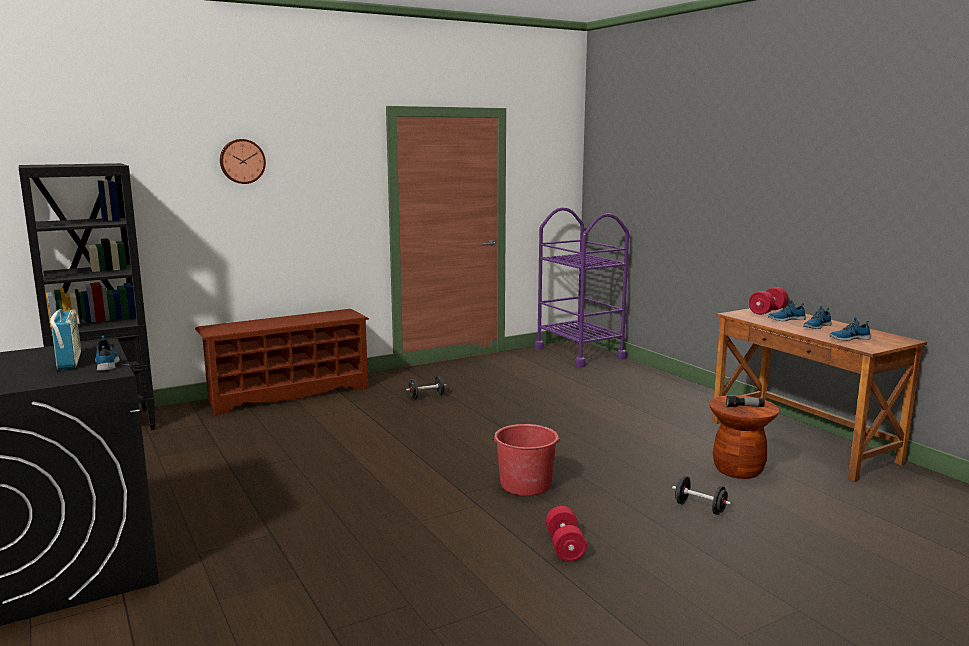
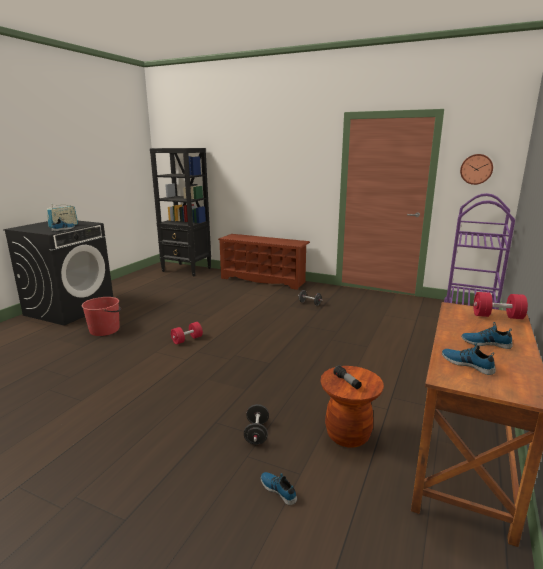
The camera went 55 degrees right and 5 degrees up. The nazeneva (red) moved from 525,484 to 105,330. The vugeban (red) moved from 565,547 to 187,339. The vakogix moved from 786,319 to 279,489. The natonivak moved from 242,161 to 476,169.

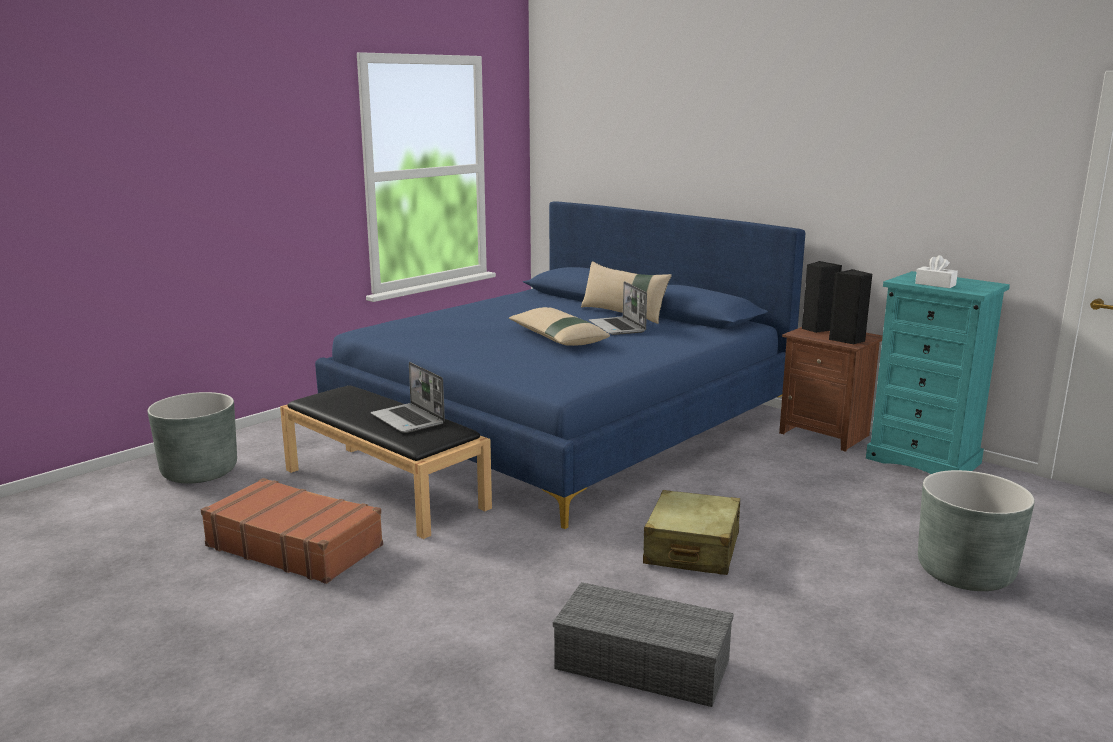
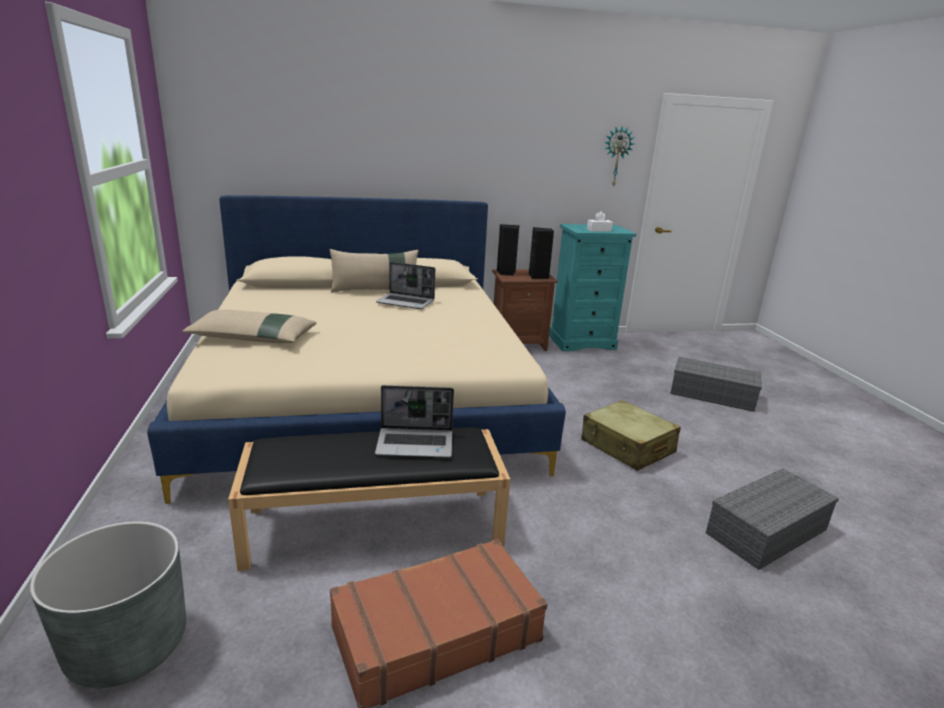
The camera went 55 degrees left and 5 degrees up. The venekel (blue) at 561,420 became the venekel (beige) at 366,397. The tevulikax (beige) moved from 557,338 to 252,338. The natonivak at 616,156 appeared. The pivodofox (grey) at 965,572 was replaced by the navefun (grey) at 713,394.

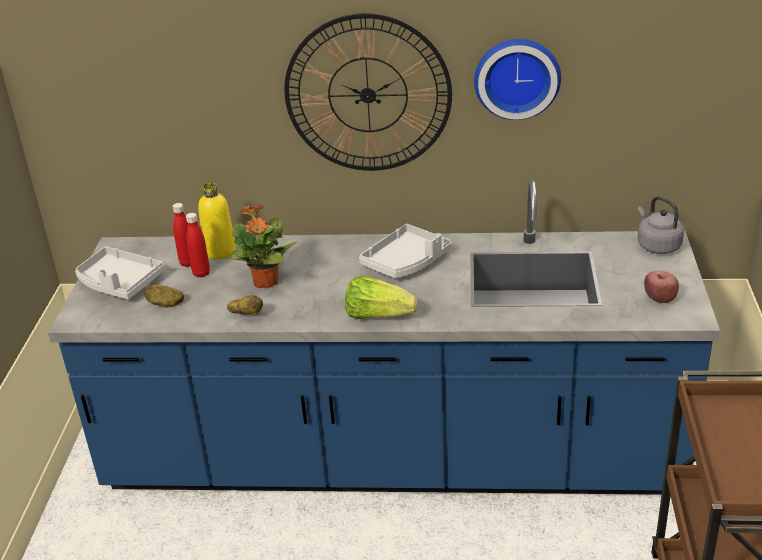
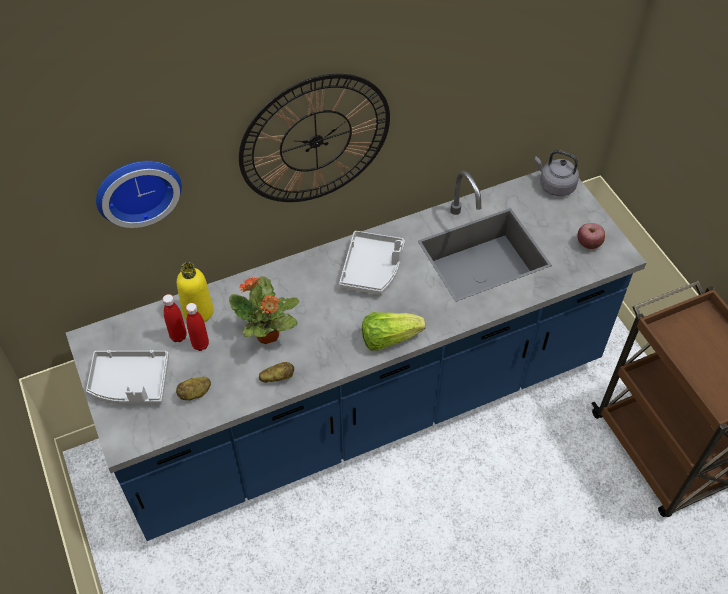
The camera went 30 degrees left and 20 degrees up. The natonivak moved from 517,77 to 137,188.

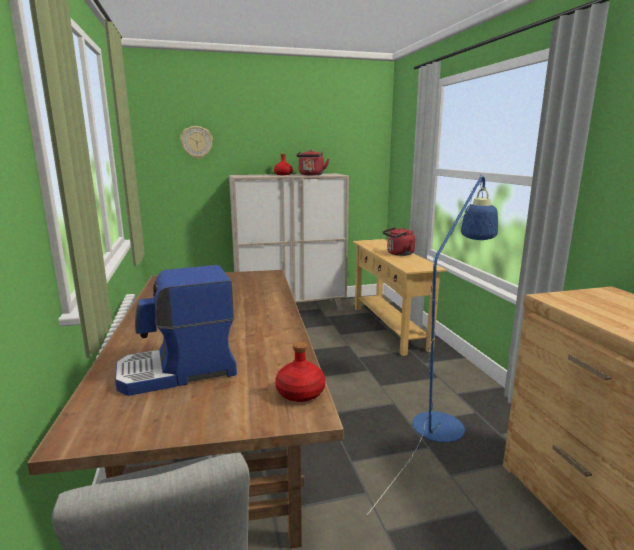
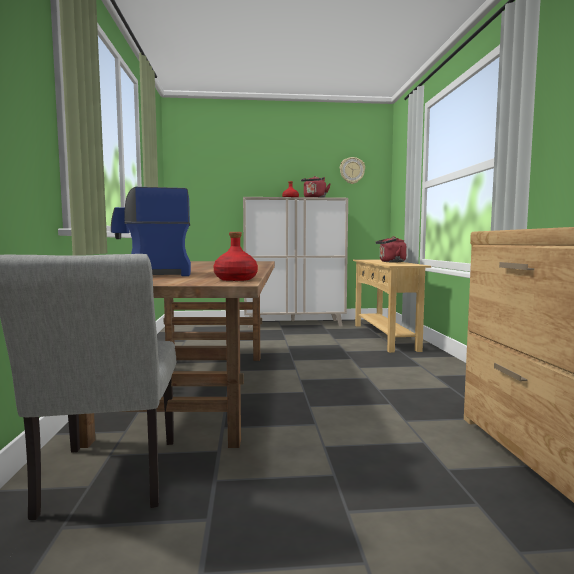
The camera went 10 degrees right and 10 degrees down. The natonivak moved from 196,142 to 352,170. The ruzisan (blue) at 443,419 disappeared.

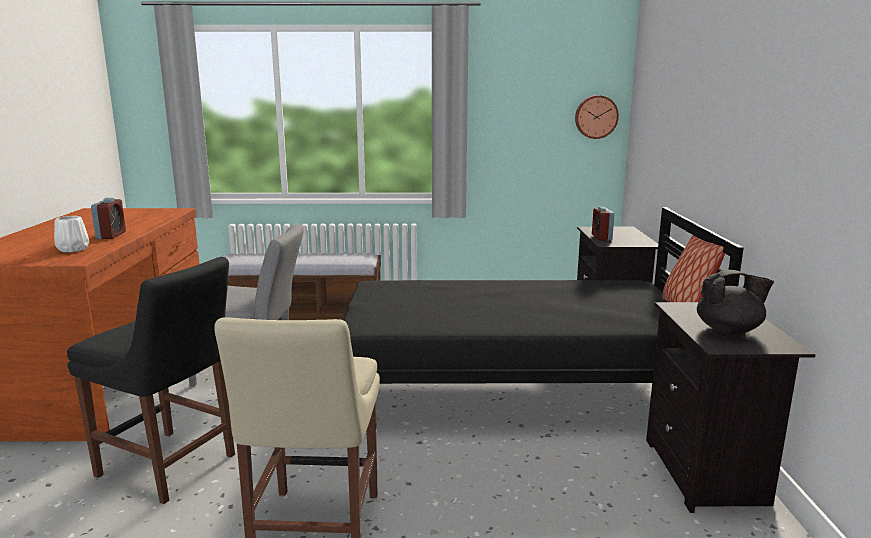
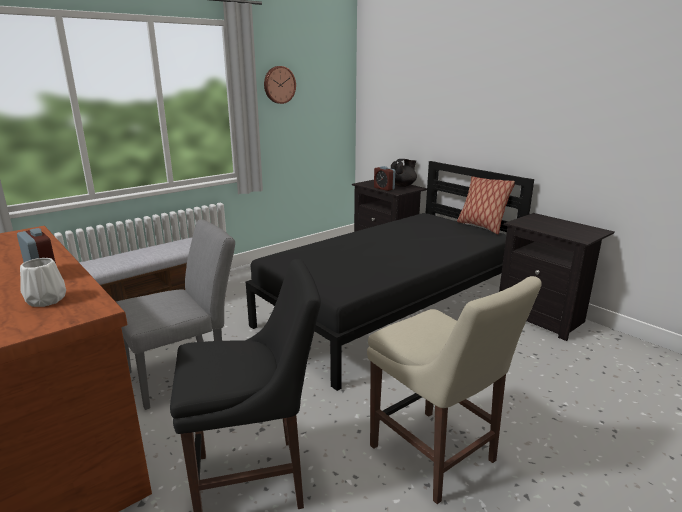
The camera went 40 degrees left and 5 degrees up. The natonivak moved from 596,117 to 279,85. The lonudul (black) moved from 729,330 to 402,185.

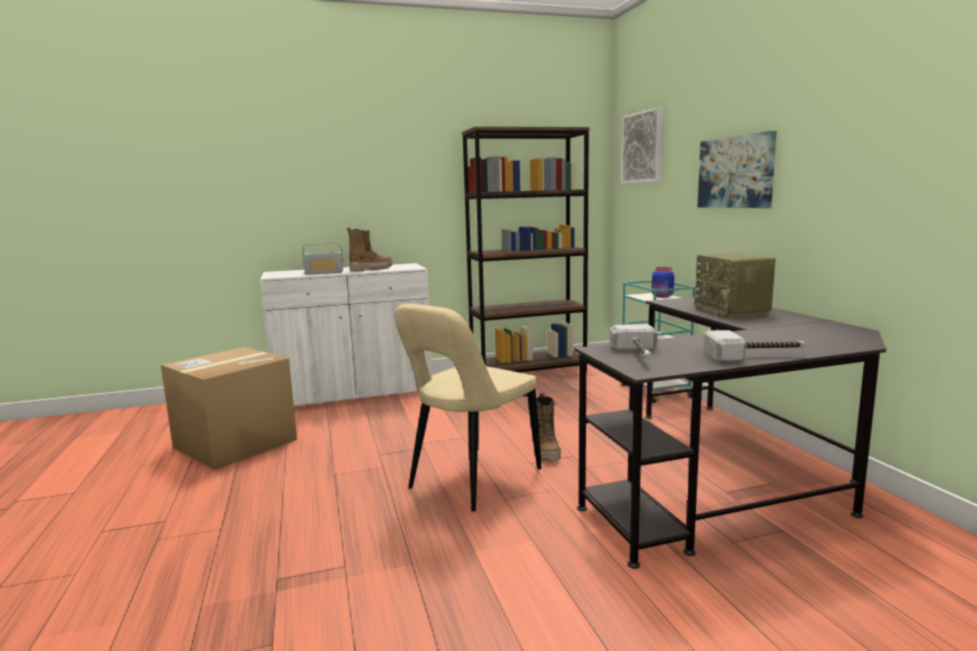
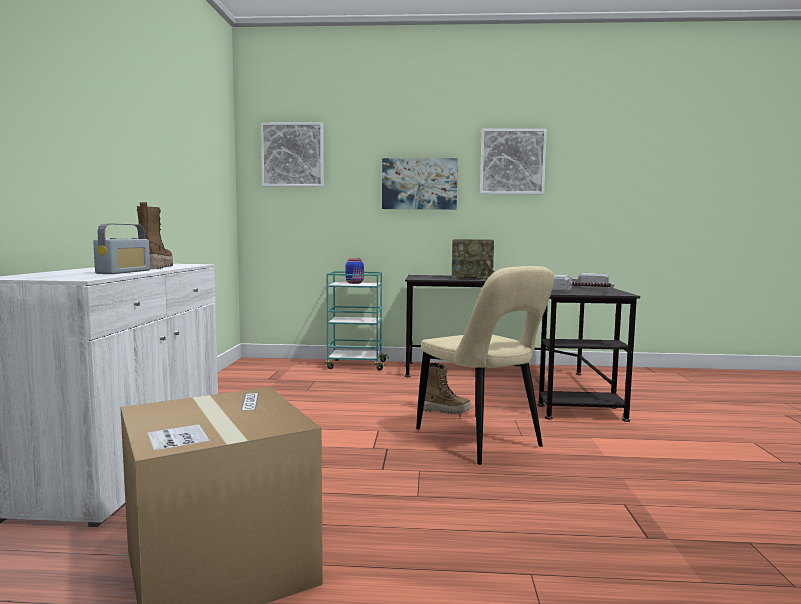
The camera went 70 degrees left and 5 degrees down. The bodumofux at 512,162 appeared. The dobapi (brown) at 528,371 disappeared.

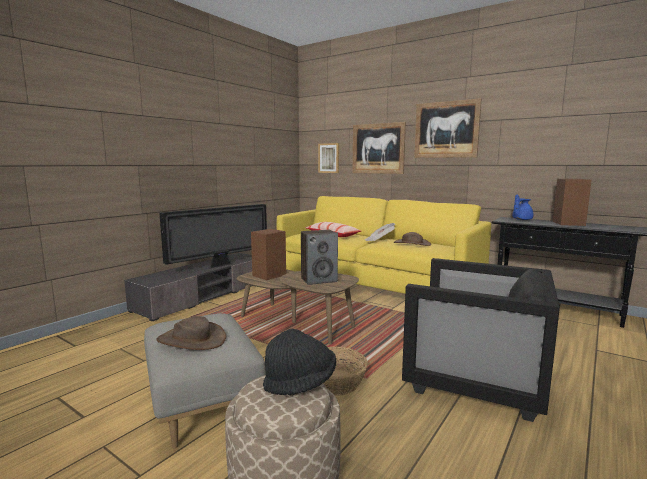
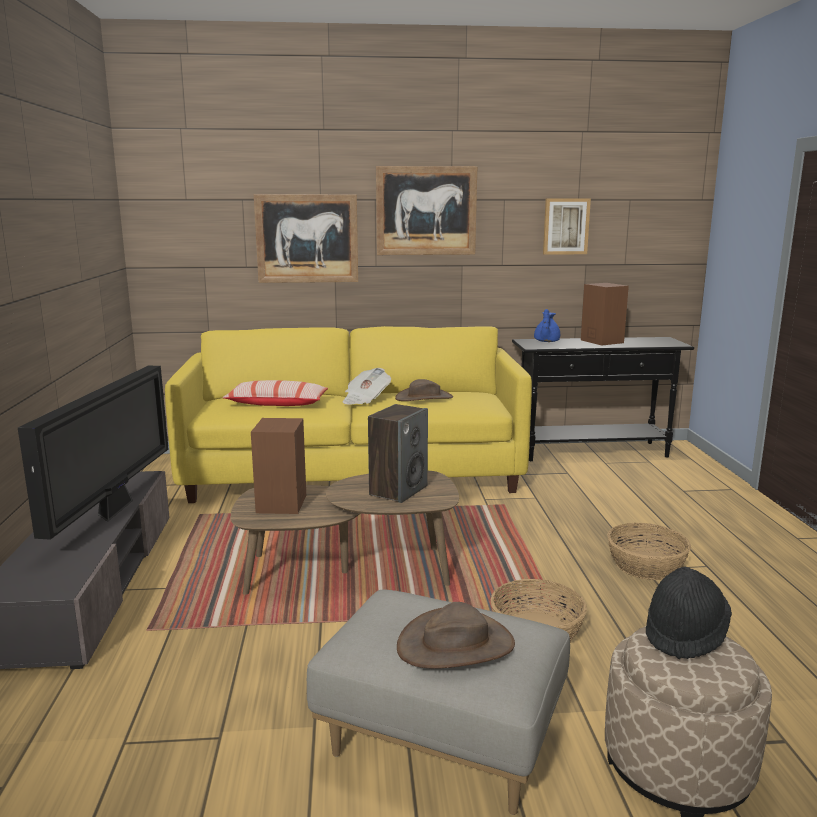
The camera went 40 degrees left and 5 degrees up. The bodumofux moved from 329,158 to 565,226. The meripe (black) at 473,379 was replaced by the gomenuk at 646,565.

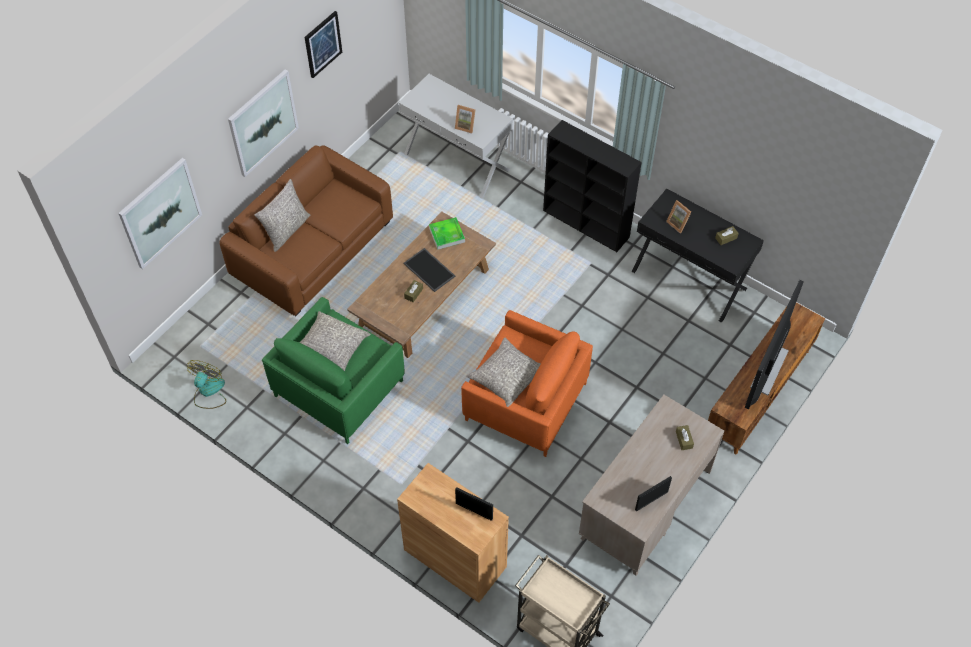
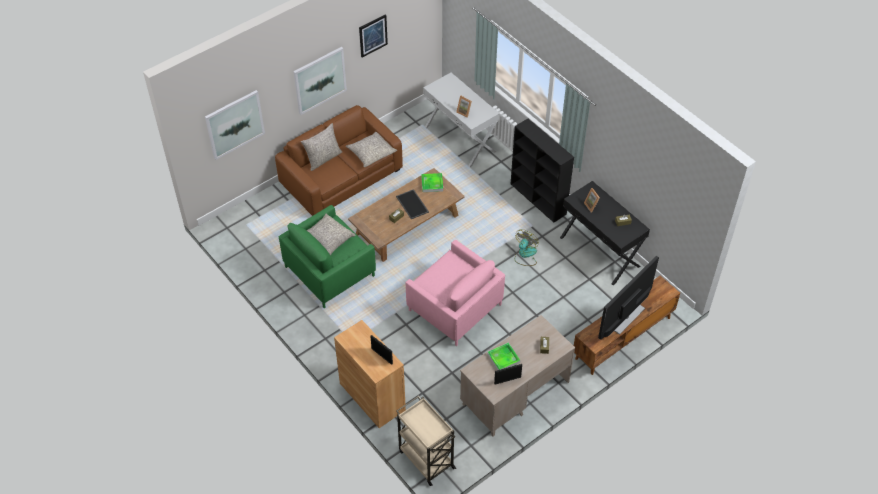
The camera went 15 degrees right and 5 degrees down. The tevulikax (grey) moved from 506,376 to 371,153. The meripe (orange) at 525,402 became the meripe (pink) at 454,307. The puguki at 503,358 appeared. The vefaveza moved from 208,392 to 525,255.

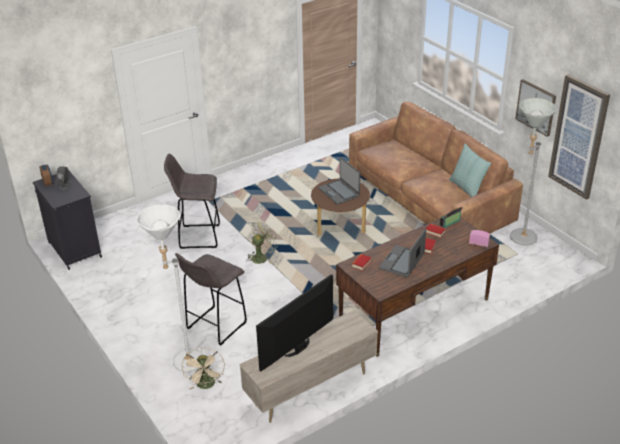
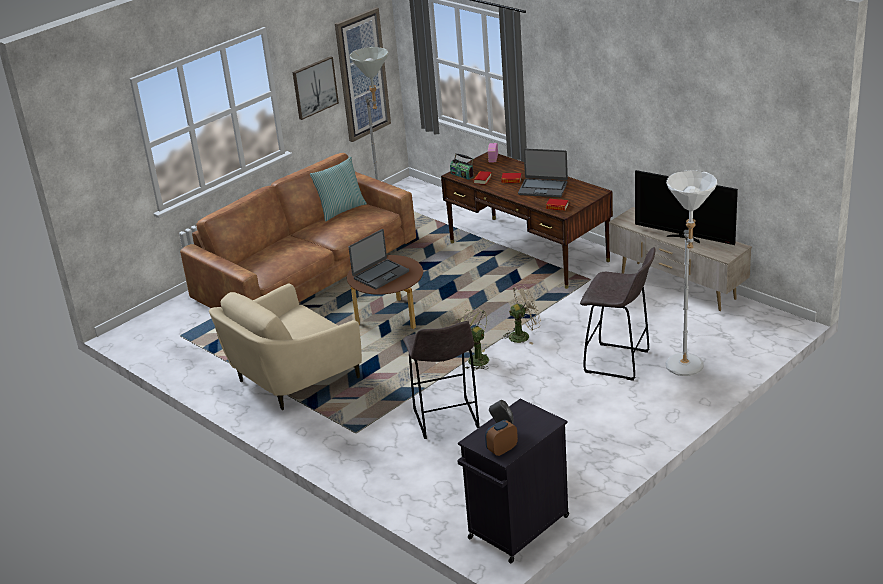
The camera went 100 degrees left and 5 degrees down. The meripe (beige) at 291,379 appeared. The vefaveza (beige) moved from 206,385 to 523,335.

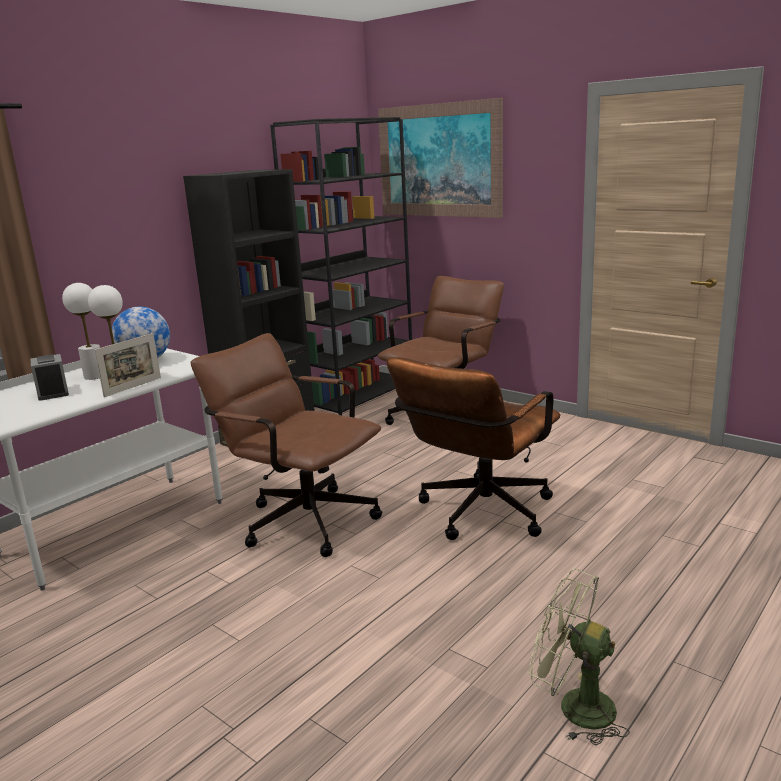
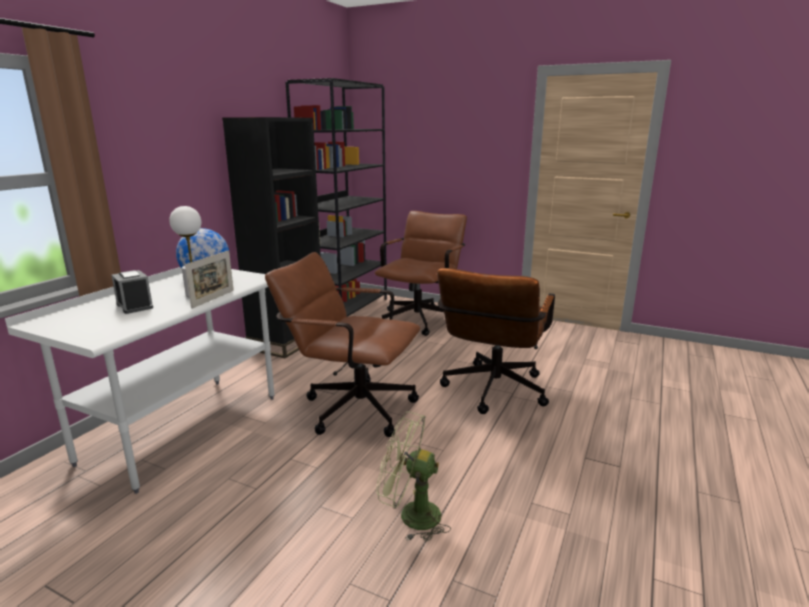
The camera went 15 degrees left and 0 degrees up. The vefaveza (green) moved from 574,707 to 410,515. The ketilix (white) at 94,376 disappeared. The bodumofux at 438,161 disappeared.

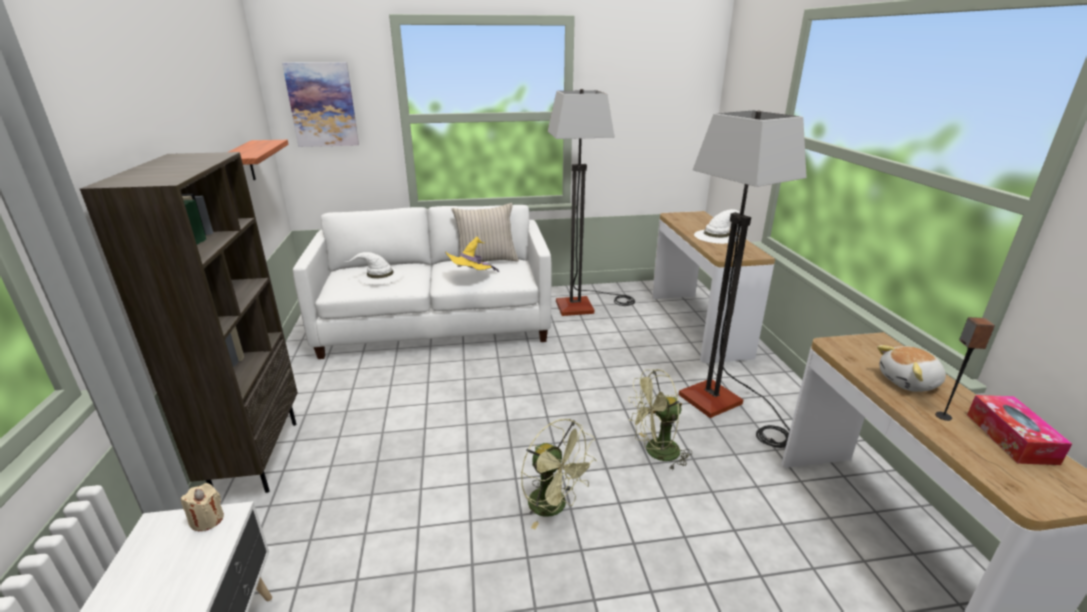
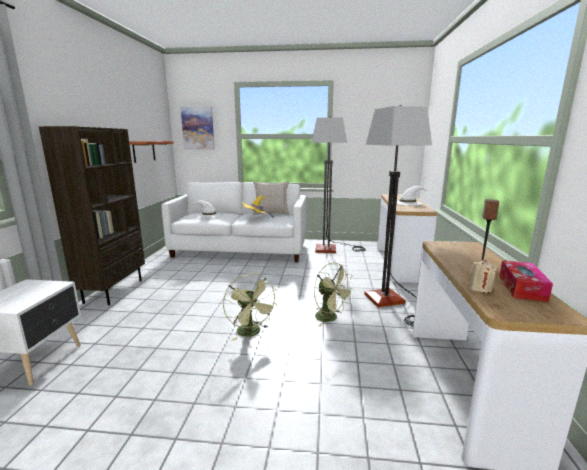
The camera went 15 degrees right and 10 degrees down. The vefaveza (green) at 655,452 turned 135 degrees counterclockwise. The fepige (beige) moved from 207,520 to 480,288. The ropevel at 909,382 disappeared.

